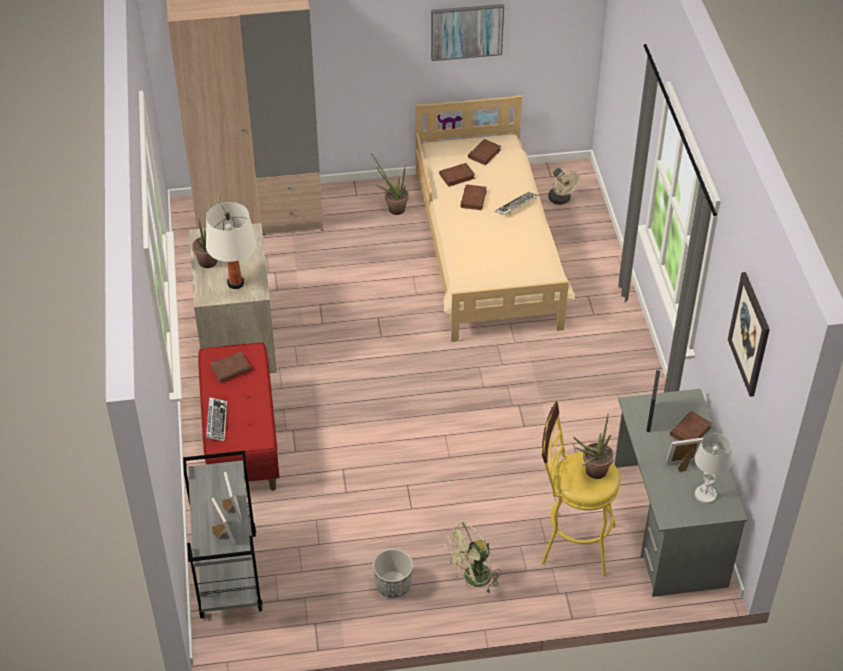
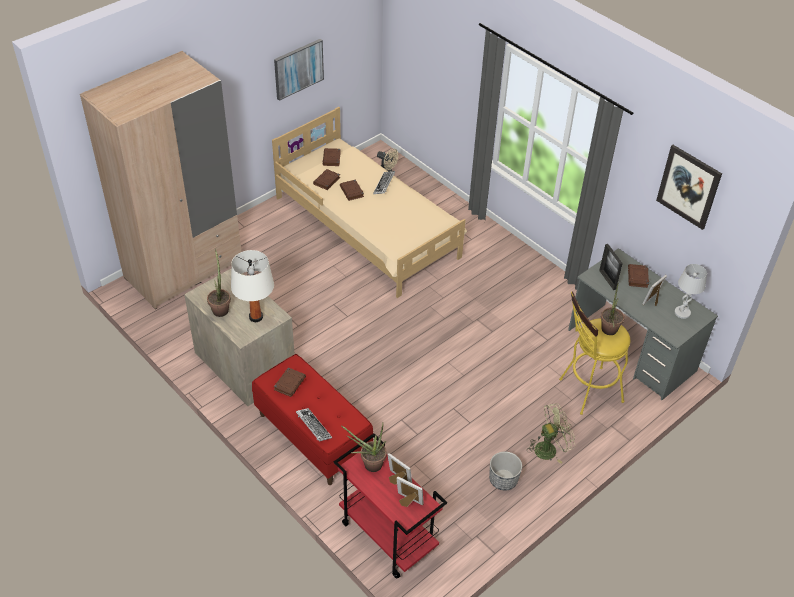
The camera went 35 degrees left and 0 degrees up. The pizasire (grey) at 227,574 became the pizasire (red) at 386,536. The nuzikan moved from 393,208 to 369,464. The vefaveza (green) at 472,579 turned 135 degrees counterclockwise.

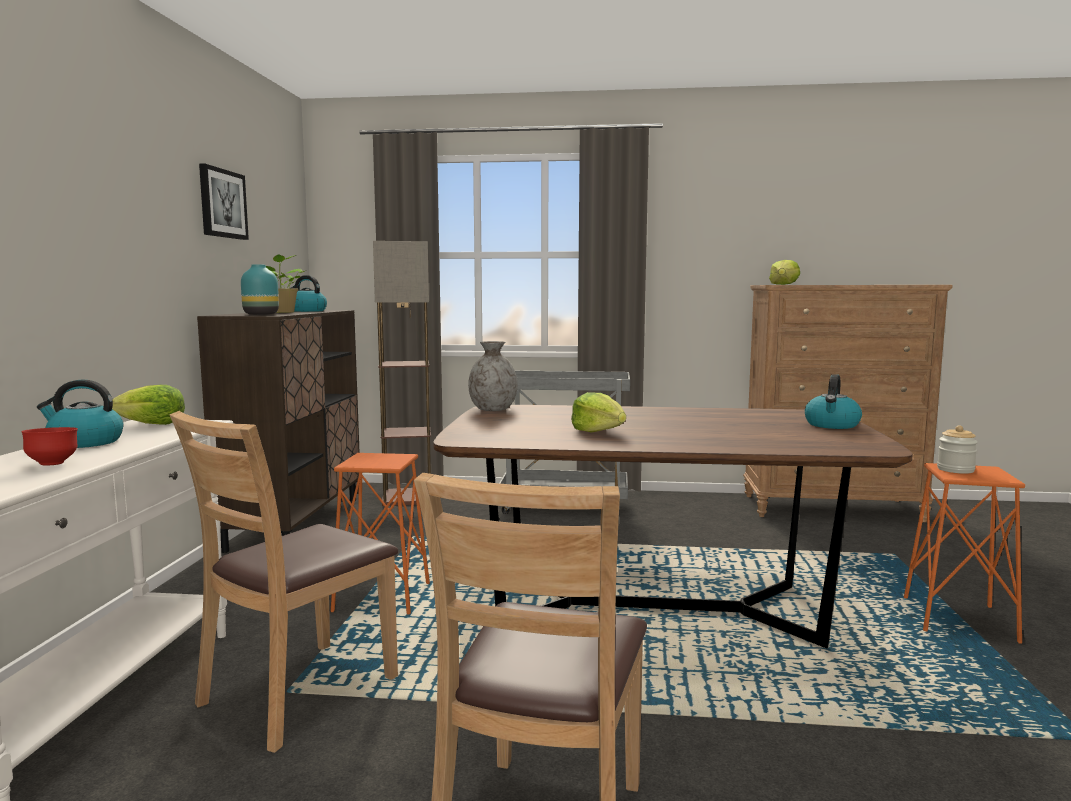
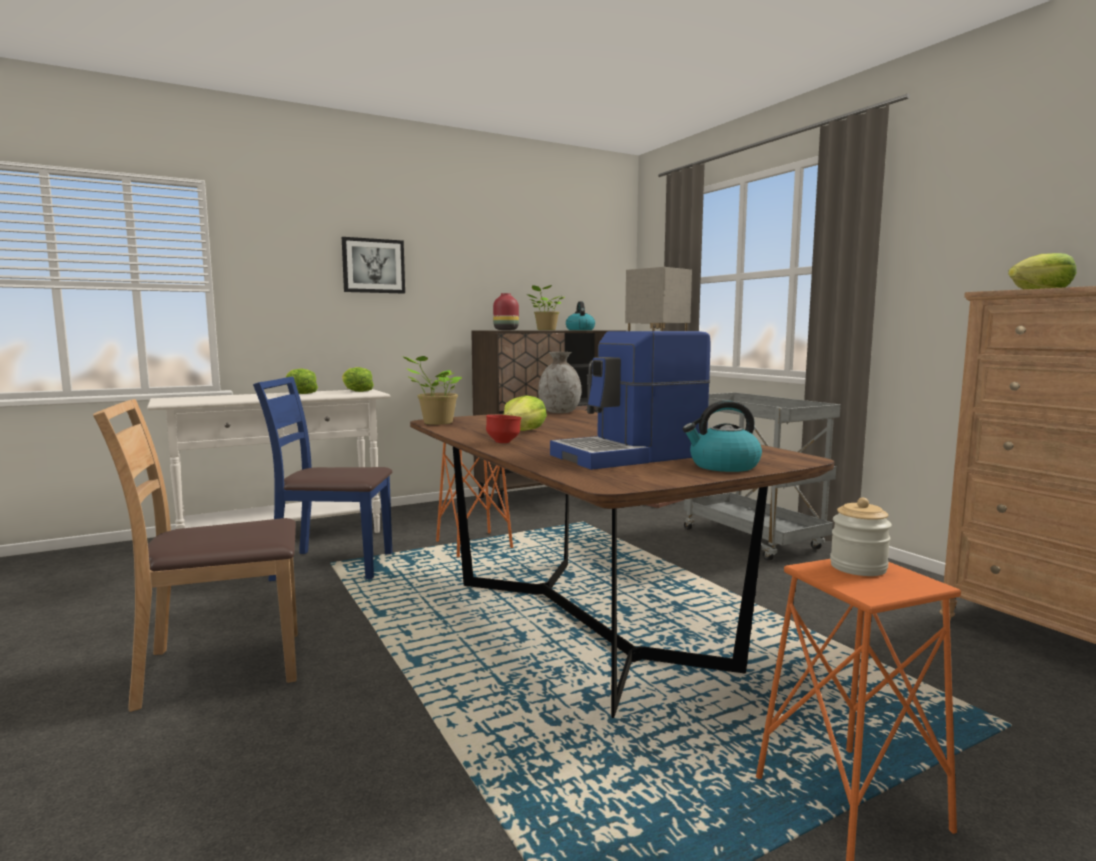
The camera went 55 degrees right and 0 degrees up. The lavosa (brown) at 298,693 became the lavosa (blue) at 332,566. The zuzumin at 84,442 was replaced by the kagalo at 299,393. The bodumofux moved from 222,203 to 373,266. The nuzikan at 435,423 appeared. The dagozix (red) moved from 53,464 to 503,442. The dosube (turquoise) at 261,314 became the dosube (red) at 506,330. The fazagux at 631,456 appeared.

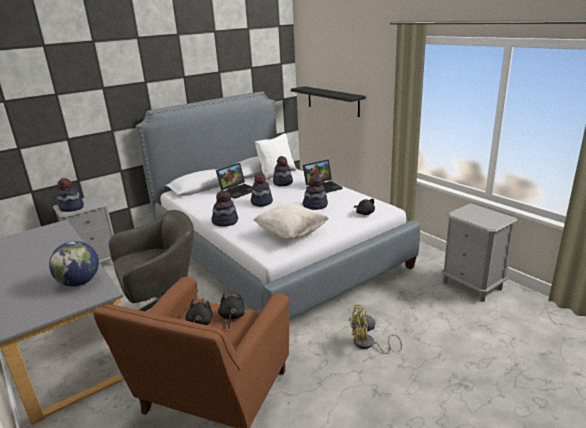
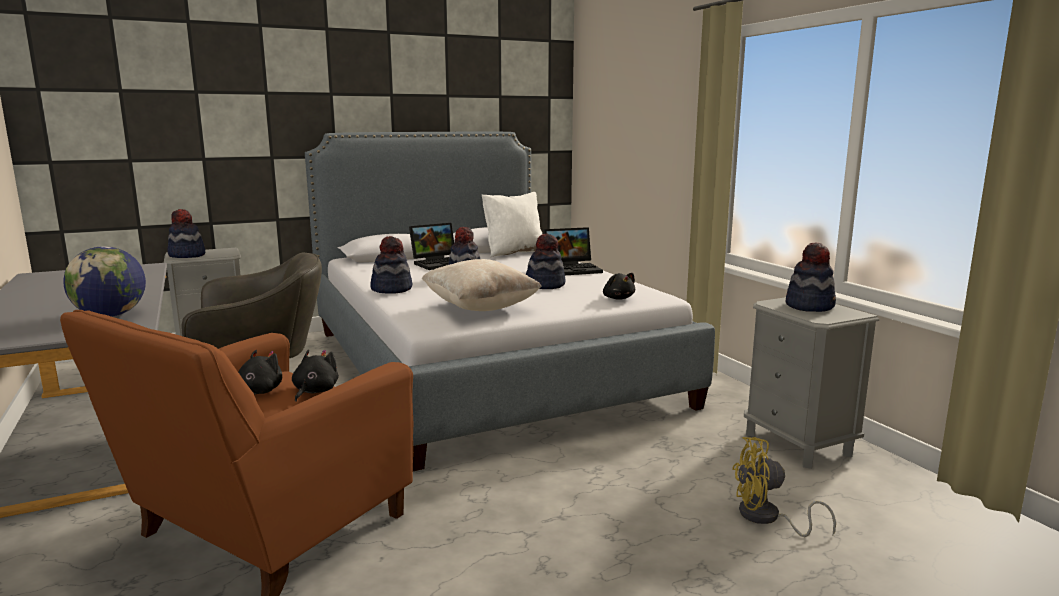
The camera went 10 degrees right and 10 degrees down. The vefaveza (yellow) moved from 368,344 to 767,518. The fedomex moved from 283,183 to 810,306. The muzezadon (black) at 332,101 disappeared.

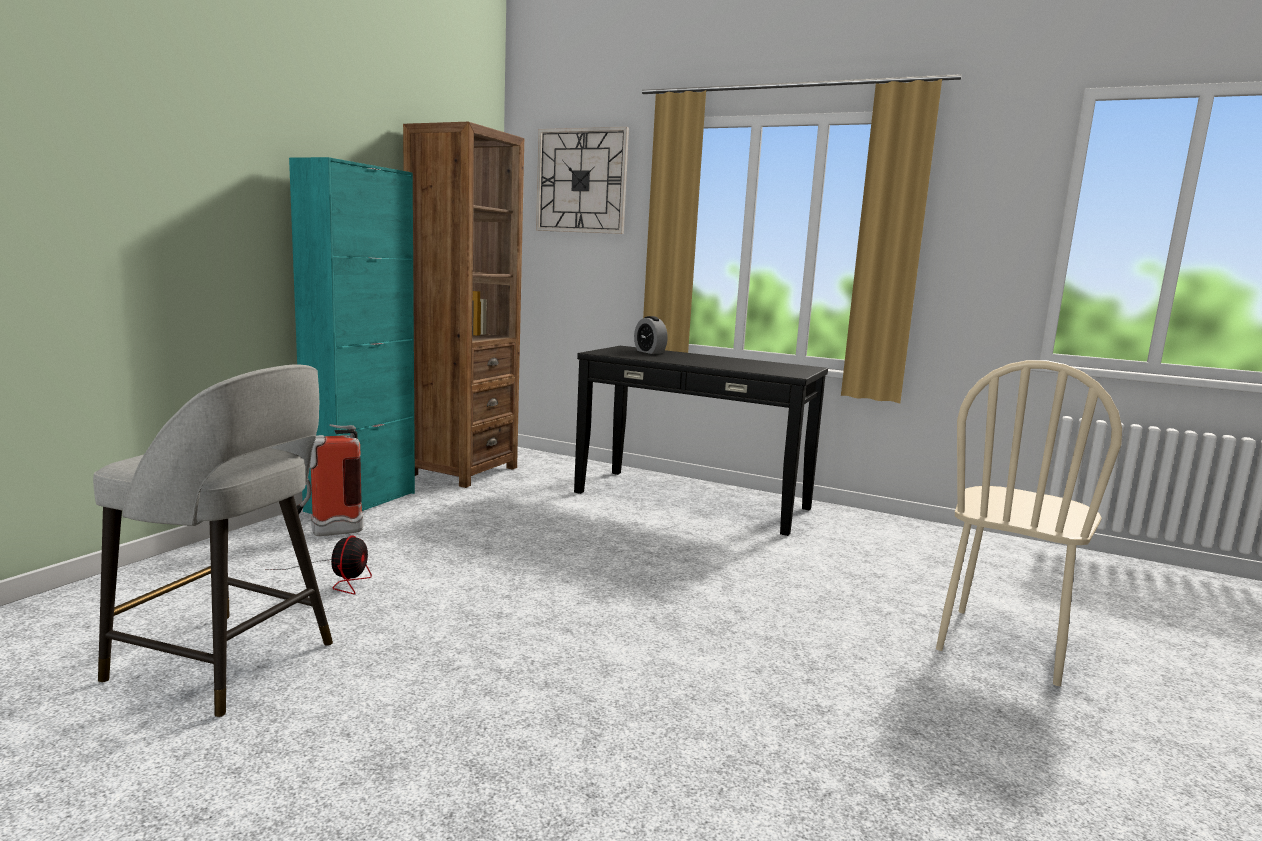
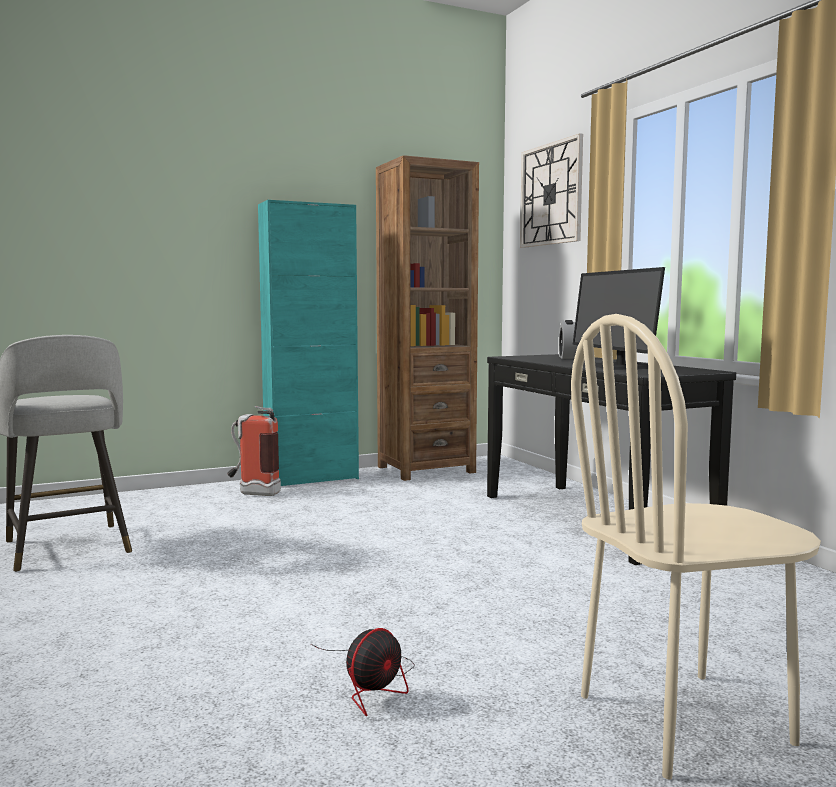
The camera went 40 degrees right and 5 degrees down. The vefaveza moved from 340,578 to 373,684. The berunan at 619,367 appeared.

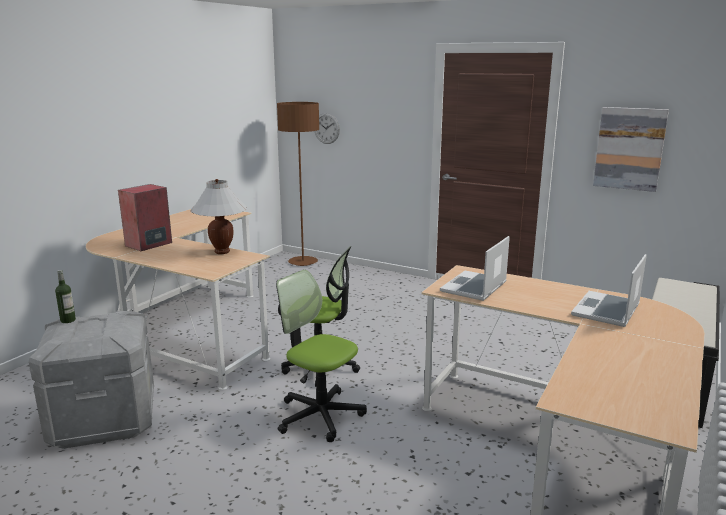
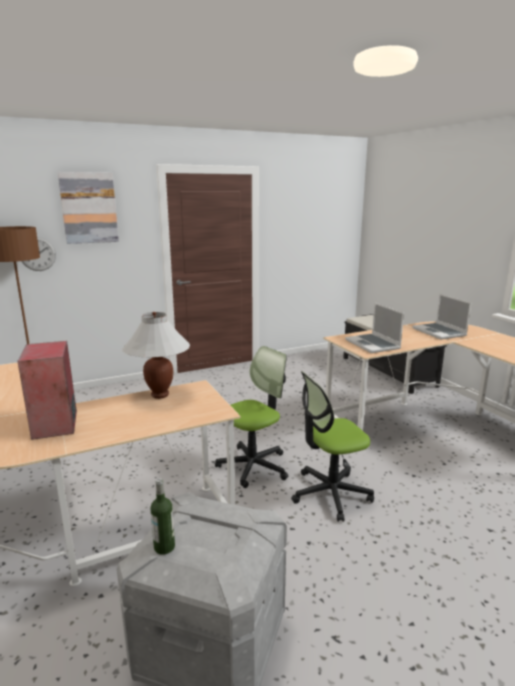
The camera went 55 degrees left and 0 degrees up. The bodumofux moved from 629,148 to 89,208.

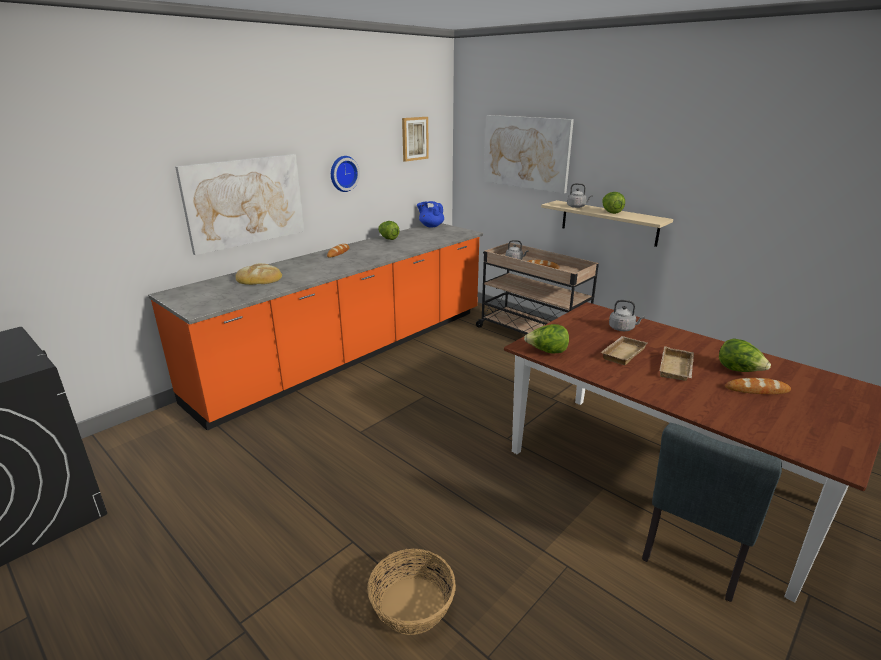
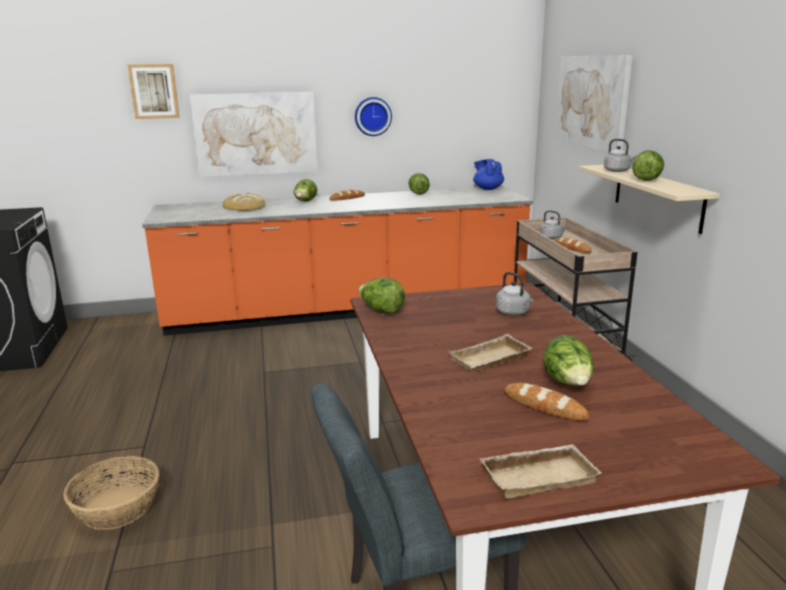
The camera went 35 degrees right and 5 degrees down. The bodumofux moved from 414,138 to 154,91. The kagalo at 305,202 appeared. The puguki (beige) moved from 622,353 to 538,475.

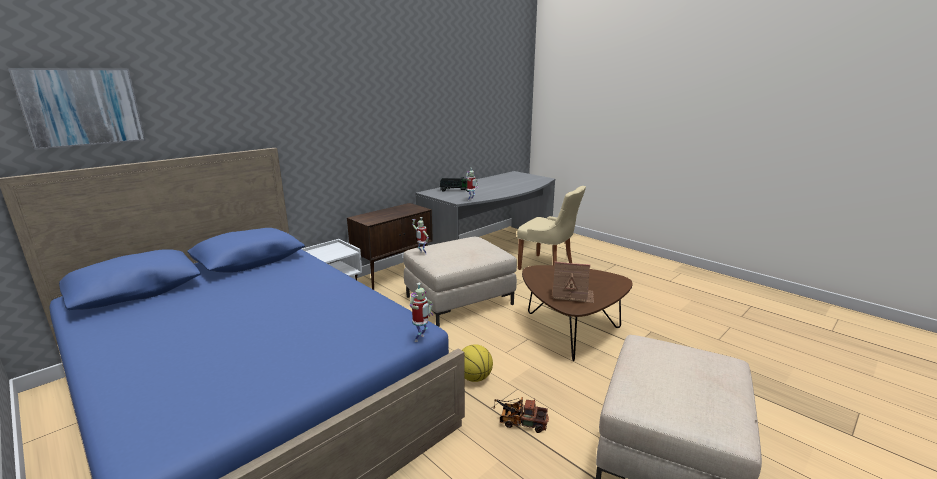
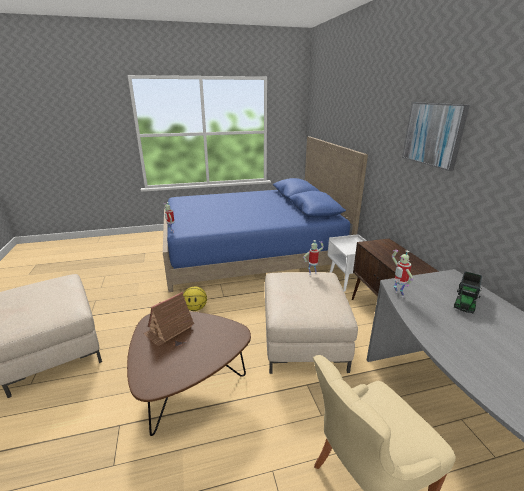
The camera went 120 degrees right and 5 degrees up. The bodumofux moved from 82,107 to 433,134. The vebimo at 520,422 disappeared.

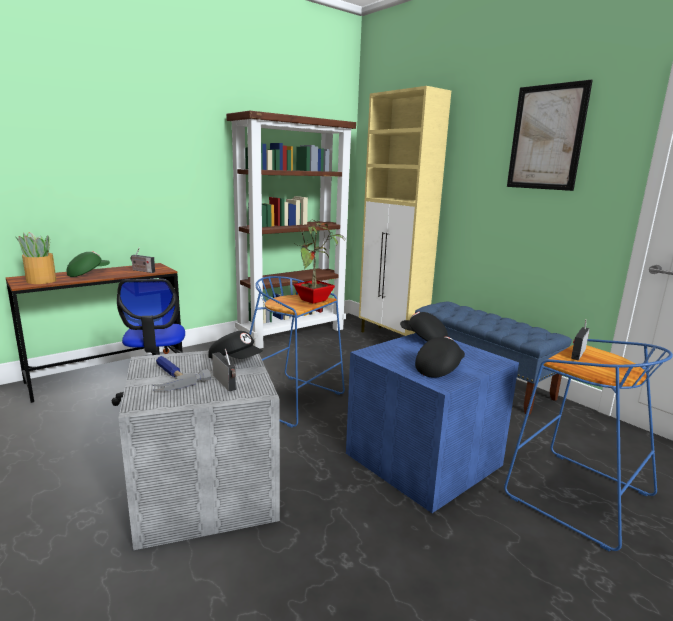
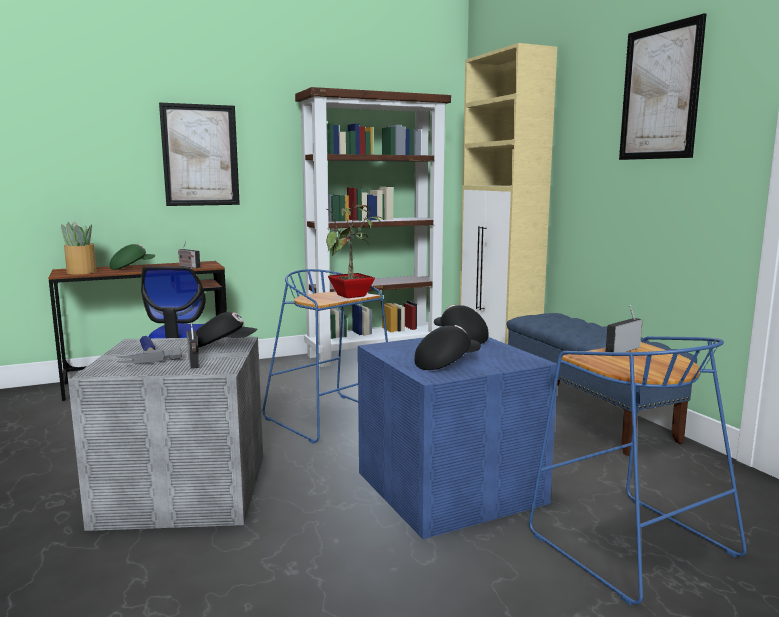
The camera went 15 degrees right and 5 degrees down. The bodumofux at 200,155 appeared. The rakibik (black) at 236,360 turned 45 degrees counterclockwise.

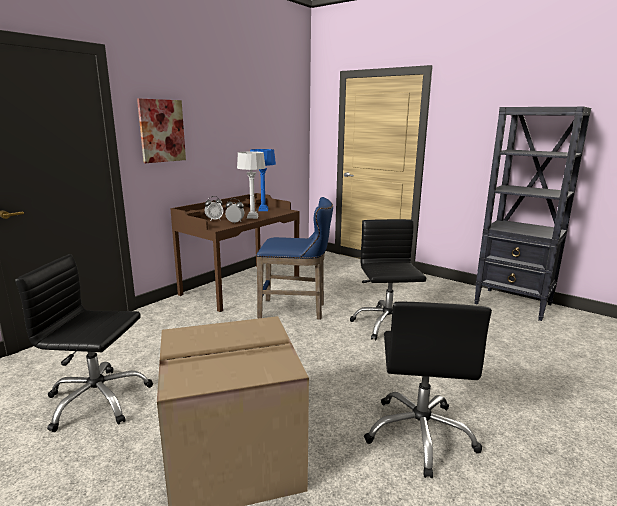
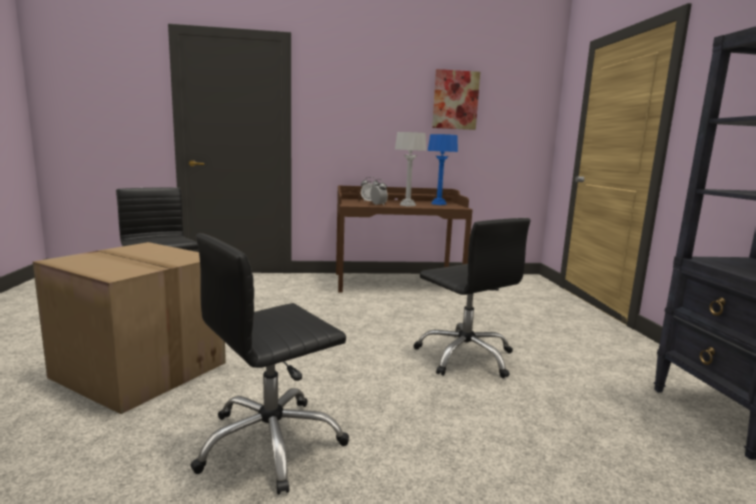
The camera went 45 degrees right and 5 degrees down. The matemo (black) at 387,324 turned 105 degrees clockwise. The bodumofux moved from 162,131 to 455,100. The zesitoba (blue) at 296,310 disappeared.

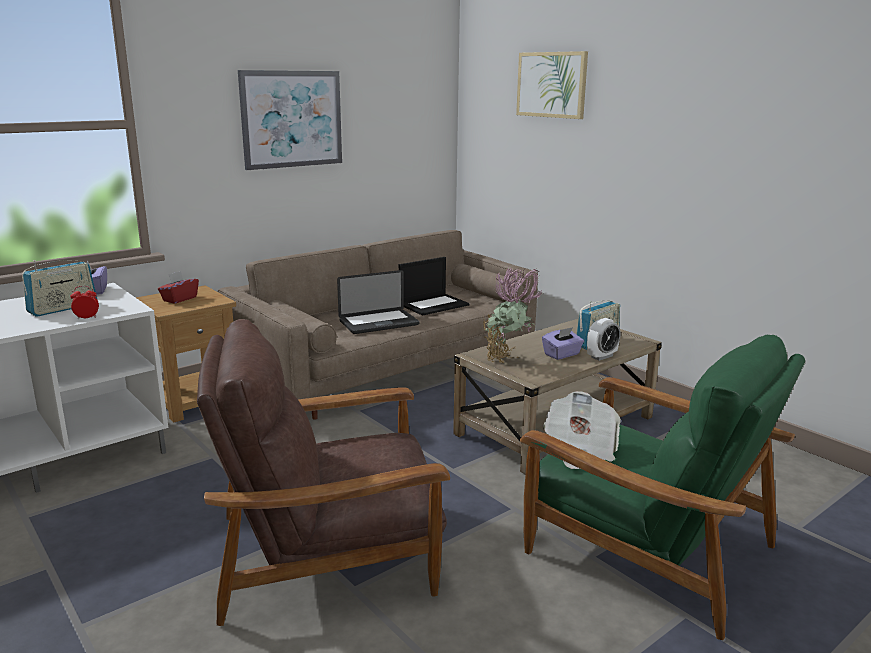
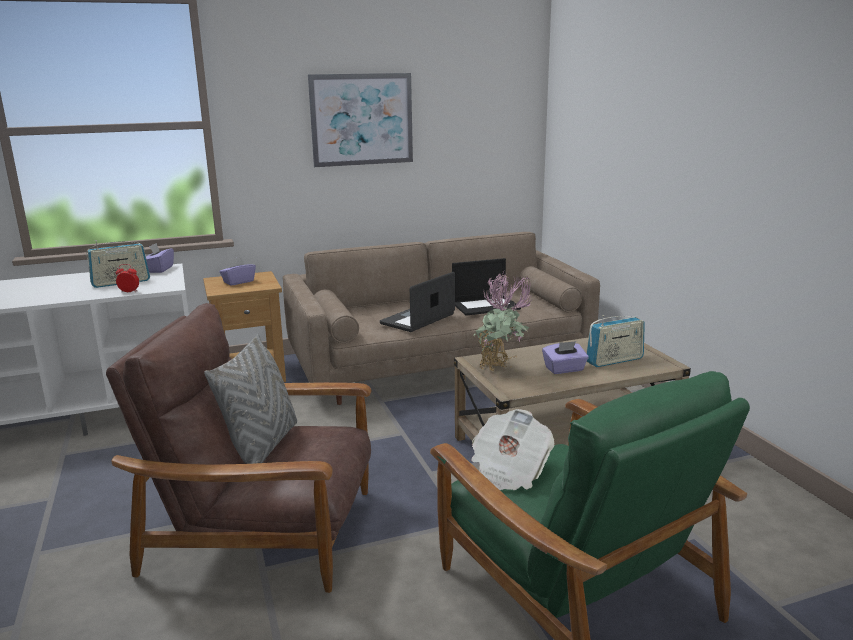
The camera went 20 degrees right and 0 degrees up. The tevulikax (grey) at 262,447 appeared. The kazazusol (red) at 179,299 became the kazazusol (purple) at 238,282. The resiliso at 379,323 turned 135 degrees clockwise. The bodumofux at 552,84 disappeared. The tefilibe at 601,356 disappeared.

